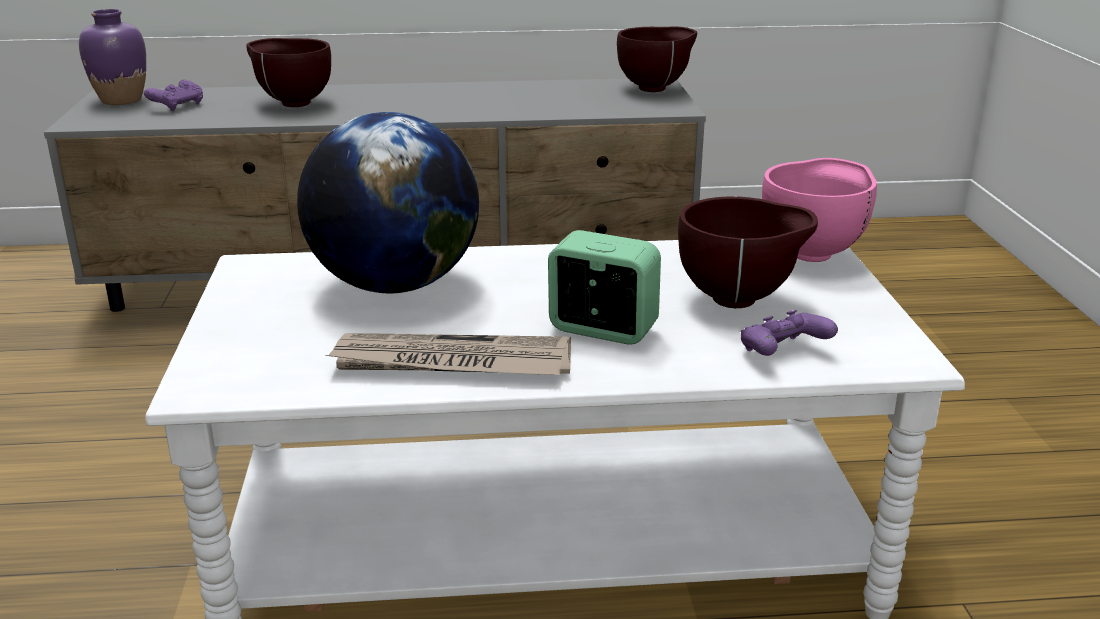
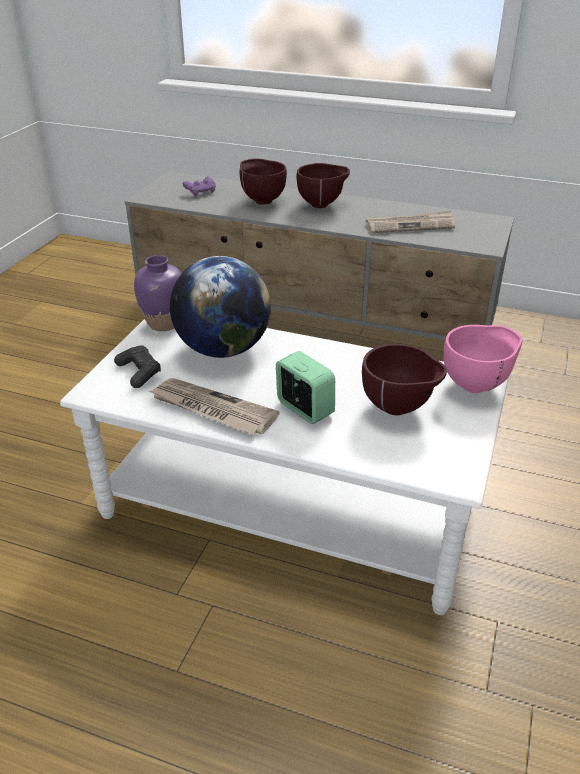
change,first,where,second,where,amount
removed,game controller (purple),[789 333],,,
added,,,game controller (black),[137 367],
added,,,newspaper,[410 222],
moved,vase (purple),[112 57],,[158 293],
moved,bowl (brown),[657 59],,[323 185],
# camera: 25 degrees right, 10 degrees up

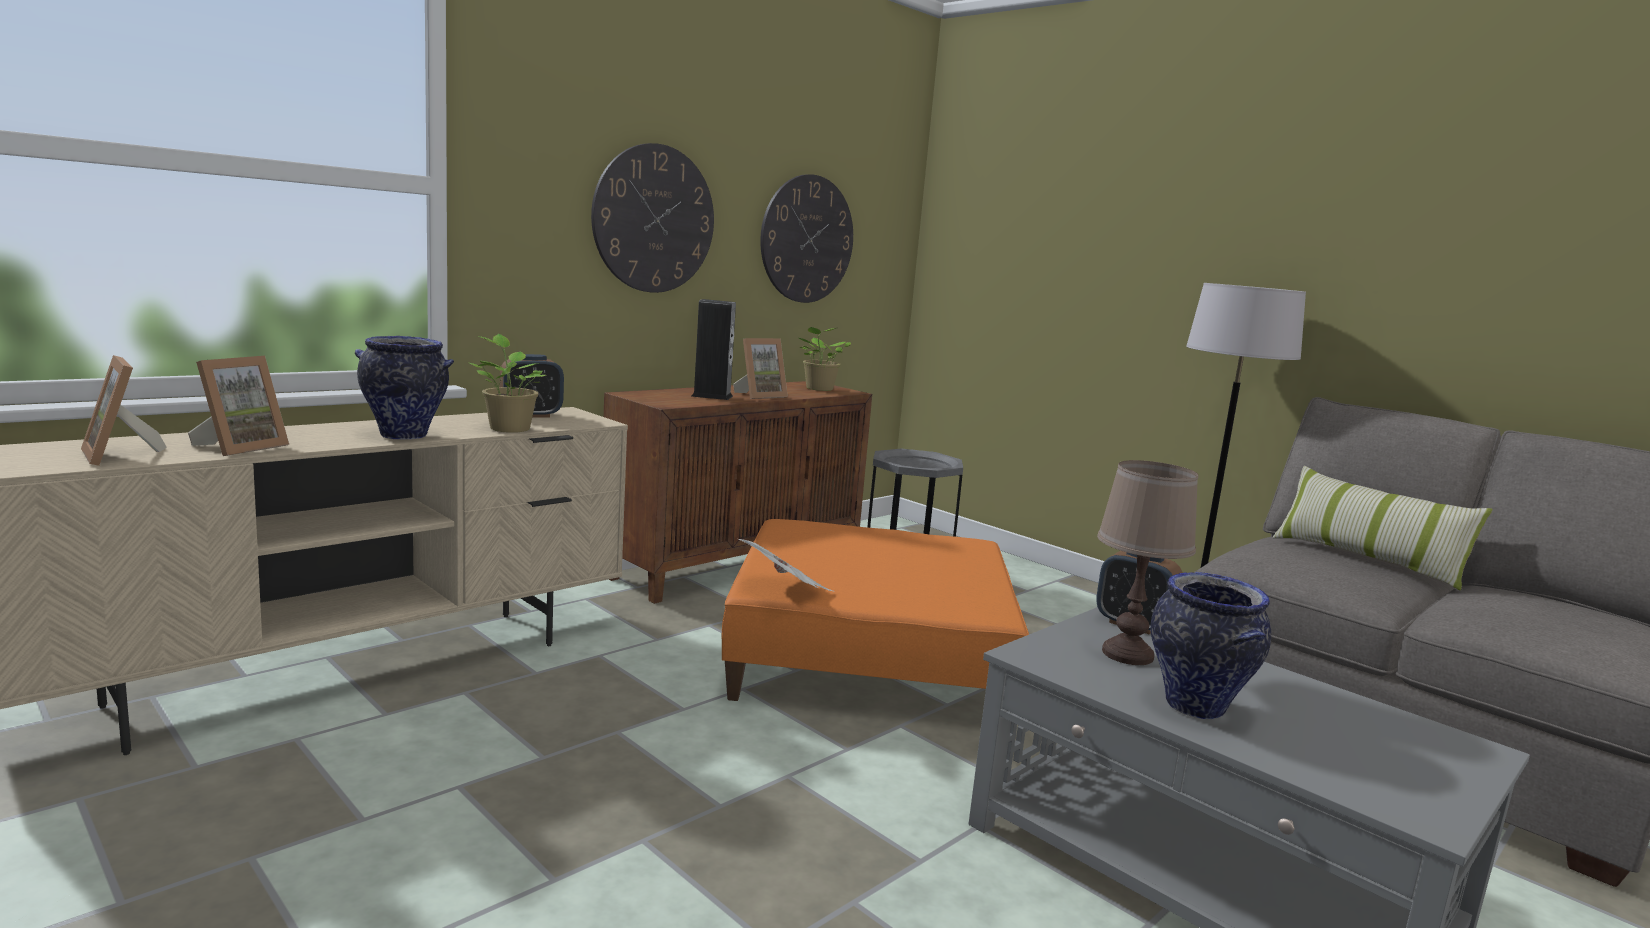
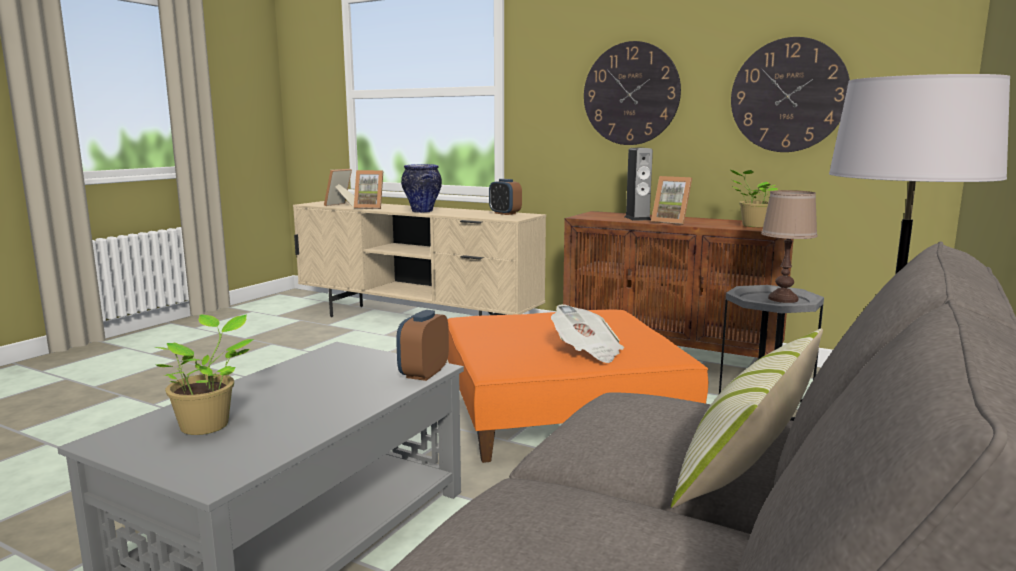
change,first,where,second,where,amount
removed,vase,[1210 645],,,
moved,potted plant,[507 383],,[204 374],
moved,newspaper,[786 565],,[587 333],
moved,table lamp (brown),[1147 562],,[789 246],
# camera: 75 degrees right, 0 degrees up

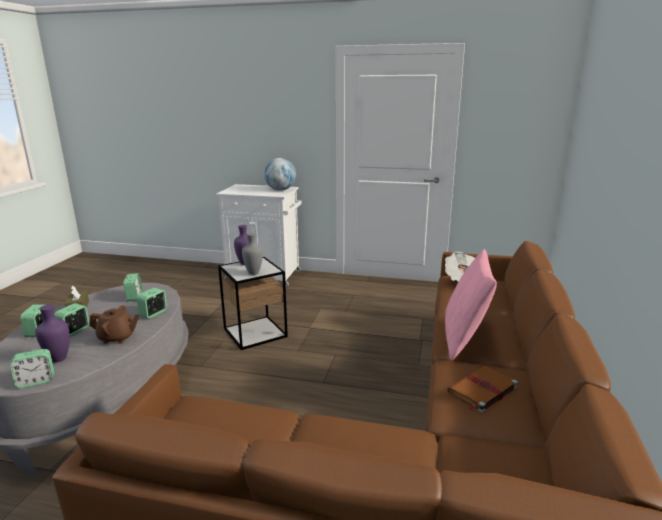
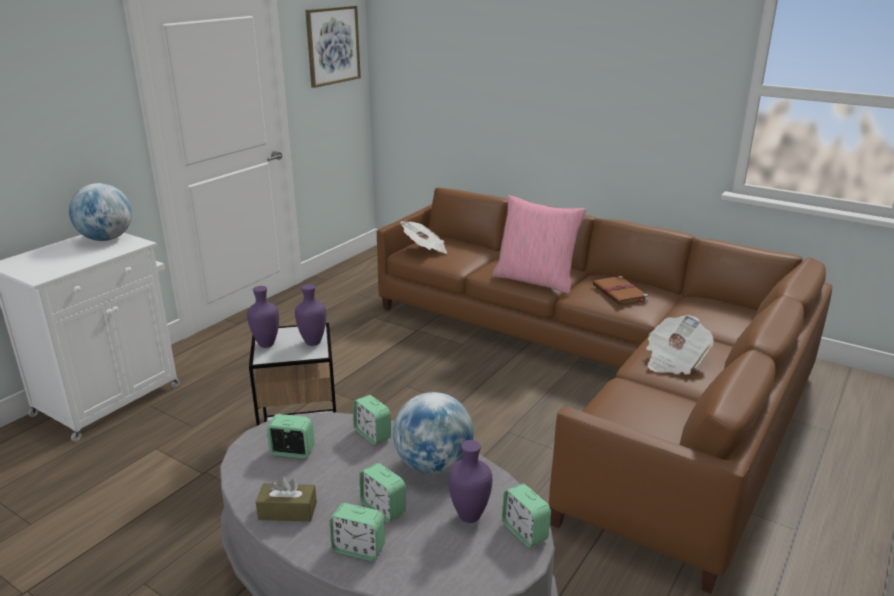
change,first,where,second,where,amount
added,,,picture,[333 46],
added,,,newspaper,[680 344],
replaced,teapot (brown),[114 324],globe,[433 433],
recoloured,vase (grey),[252 254],vase (purple),[310 315],
turned,alarm clock,[31 368],,[526 515],150 degrees clockwise
# camera: 70 degrees left, 5 degrees up

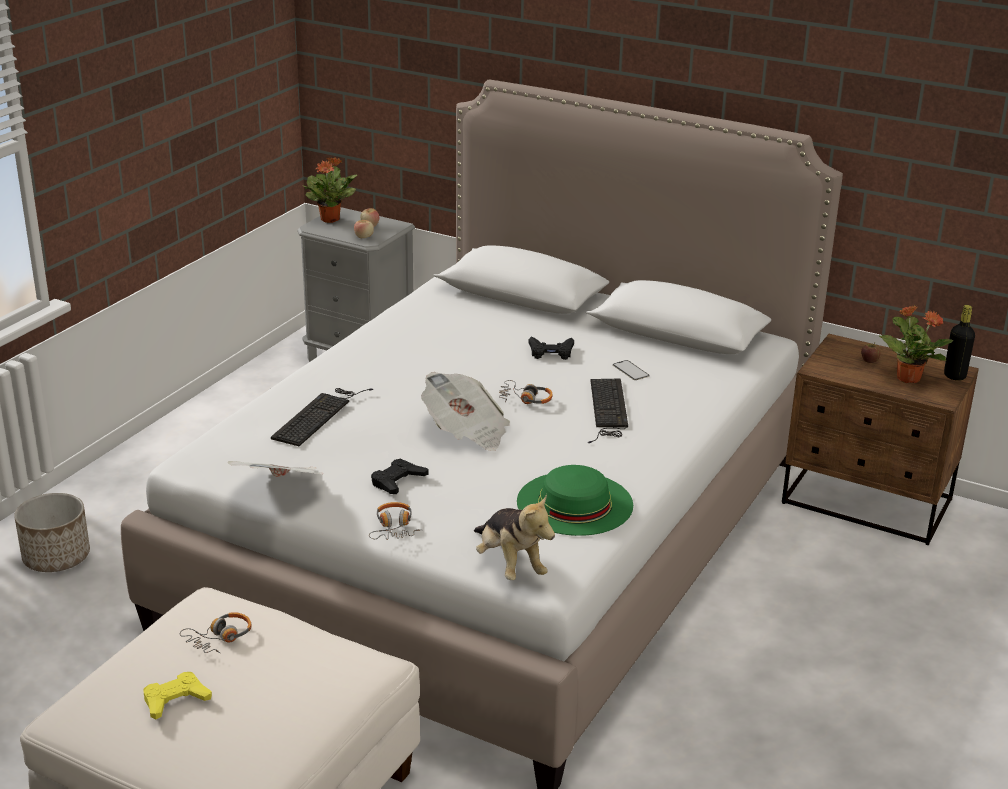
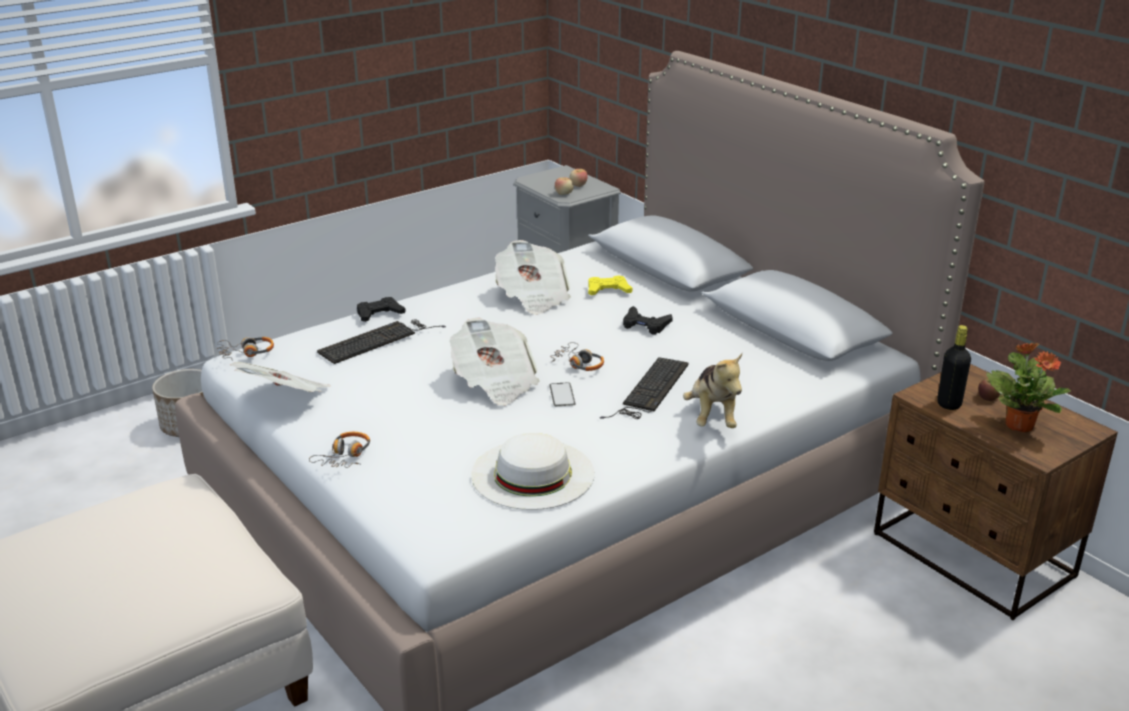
change,first,where,second,where,amount
removed,potted plant,[330 190],,,
added,,,newspaper,[533 277],
moved,game controller (yellow),[178 695],,[610 285],
moved,headphones,[216 632],,[245 349],
moved,game controller (black),[400 476],,[381 309],
moved,plush toy,[514 537],,[712 390],
moved,phone,[631 370],,[562 394],
moved,bottle (black),[959 343],,[954 367],
recoloured,hat (green),[575 500],hat (white),[533 471],
# camera: 25 degrees right, 0 degrees up

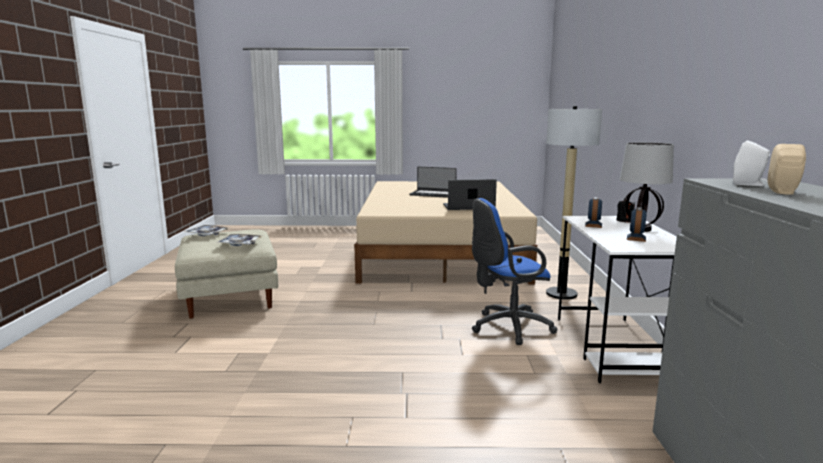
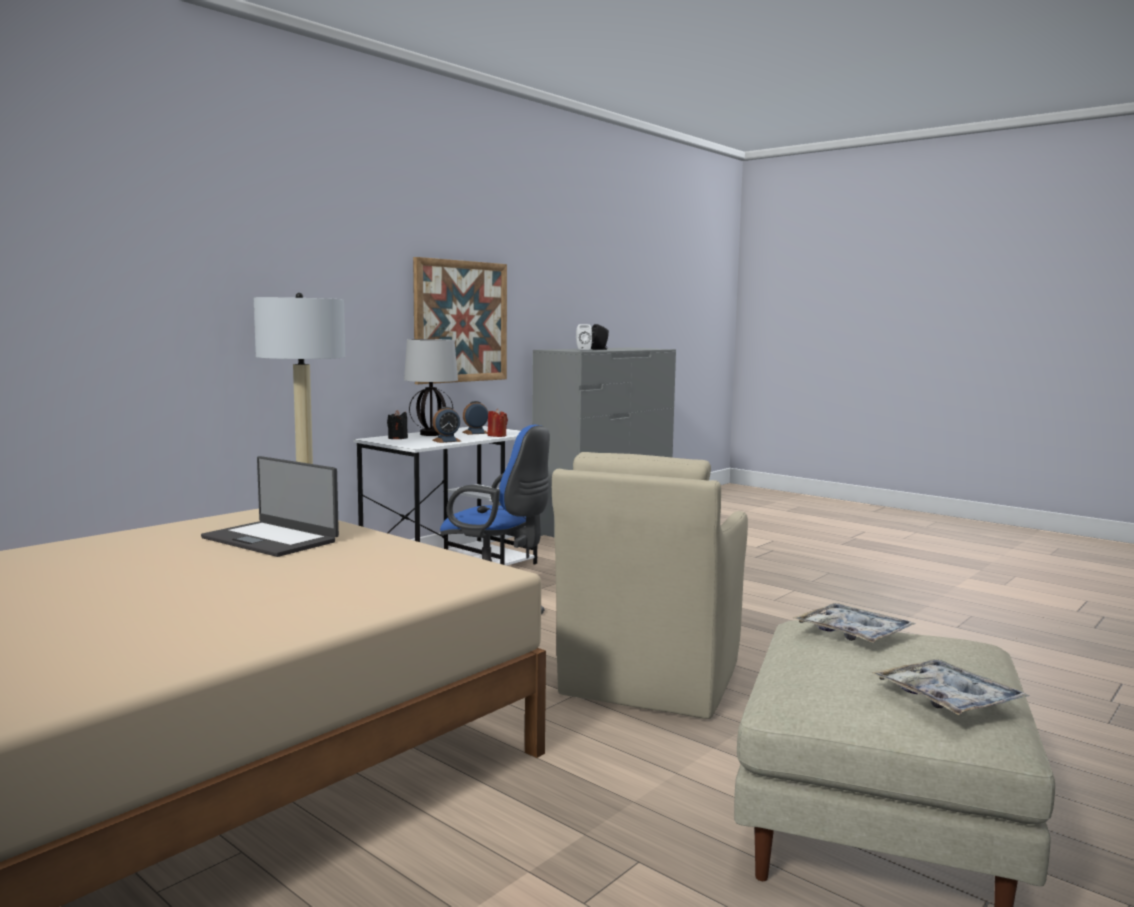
change,first,where,second,where,amount
removed,laptop,[433 182],,,
added,,,picture,[460 320],
added,,,candle (red),[497 423],
added,,,armchair (beige),[650 585],
recoloured,speaker (beige),[787 169],speaker (black),[600 337],
# camera: 140 degrees left, 5 degrees down

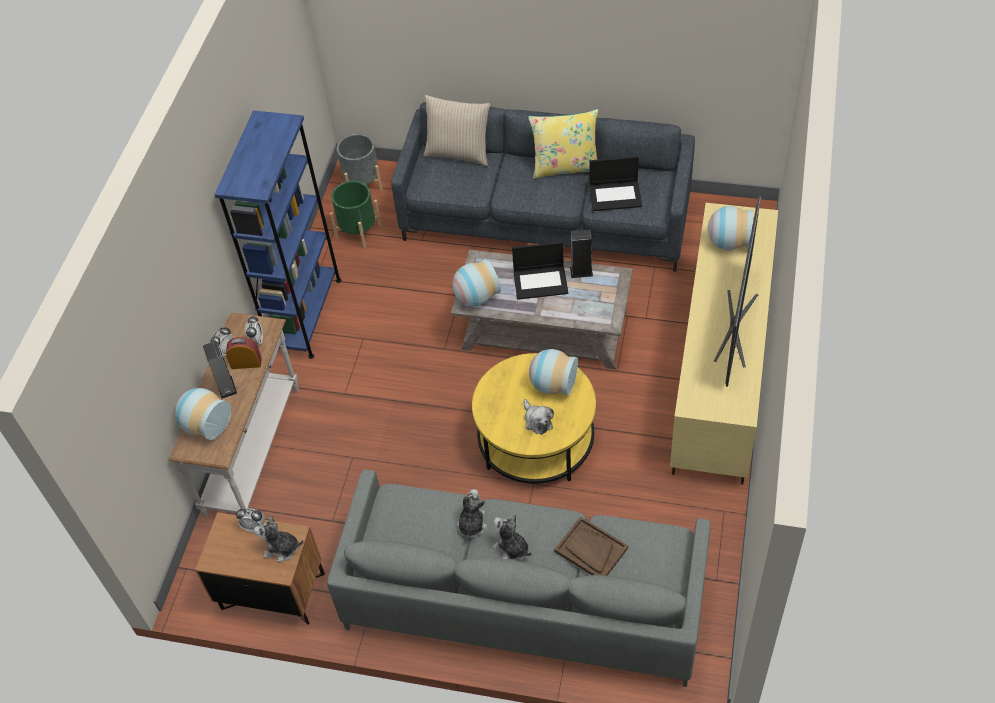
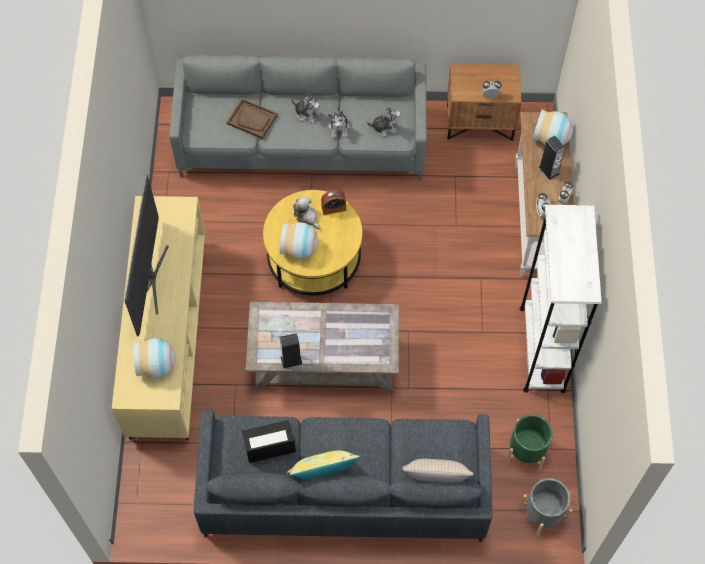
change,first,where,second,where,amount
removed,vase,[476 282],,,
removed,laptop,[540 271],,,
moved,alarm clock,[244 353],,[333 202],
moved,plush toy,[279 538],,[384 121],
recoloured,bookcase (blue),[278 235],bookcase (white),[561 299],
# camera: 165 degrees right, 10 degrees up

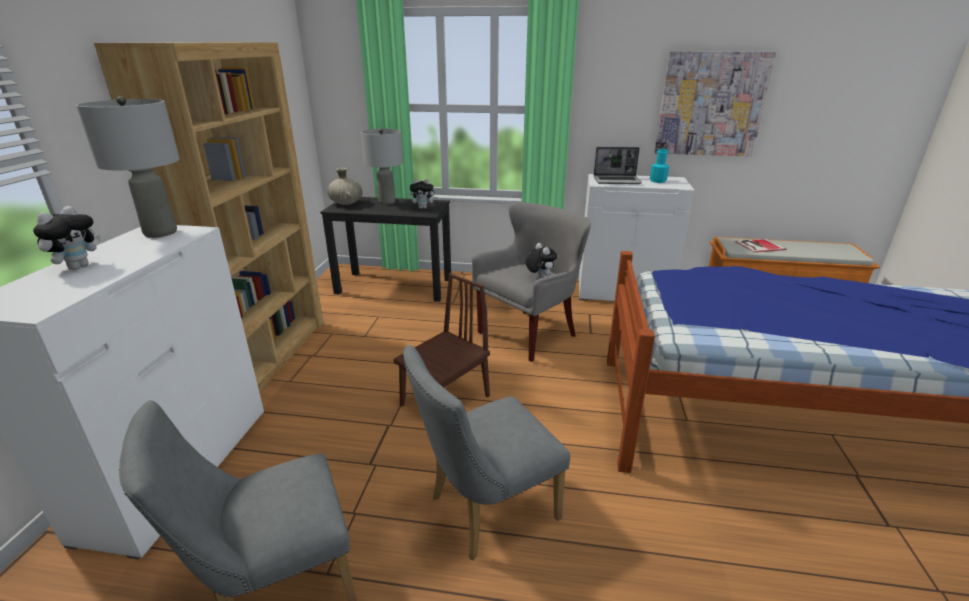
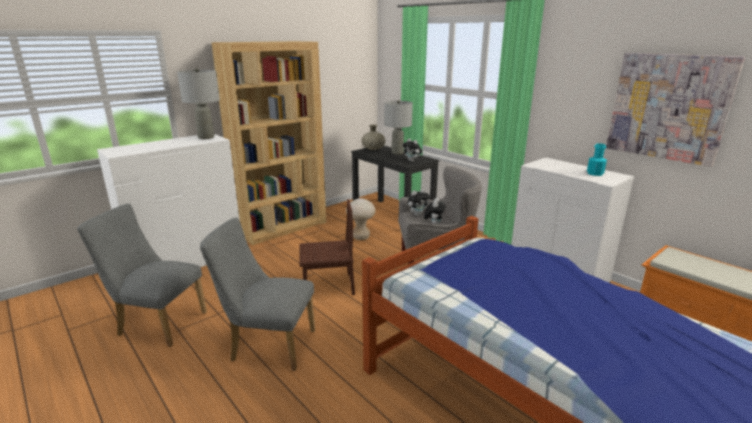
change,first,where,second,where,amount
removed,laptop,[618 165],,,
removed,book,[760 246],,,
added,,,stool (beige),[360 219],
moved,plush toy,[66 238],,[419 202],
# camera: 40 degrees right, 5 degrees down

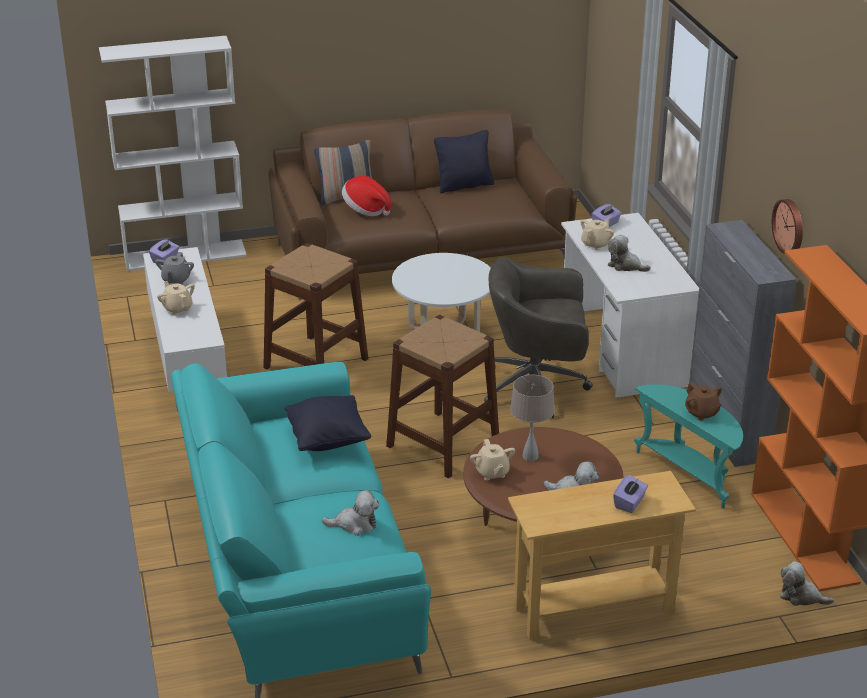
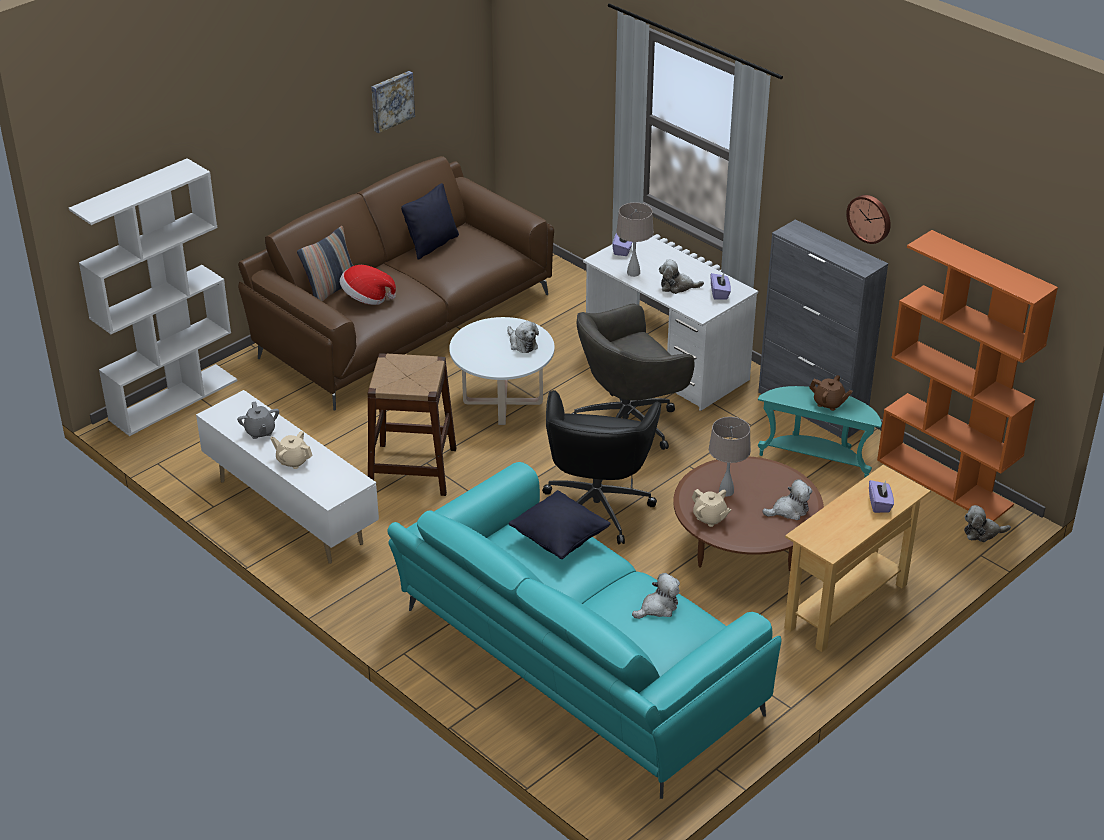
change,first,where,second,where,amount
added,,,picture,[393 102],
added,,,plush toy,[523 337],
moved,tissue box (purple),[164 252],,[721 286],
replaced,stool (brown),[442 396],office chair (black),[601 467],
replaced,teapot (beige),[597 233],table lamp (beige),[635 240],
# camera: 30 degrees left, 5 degrees up

